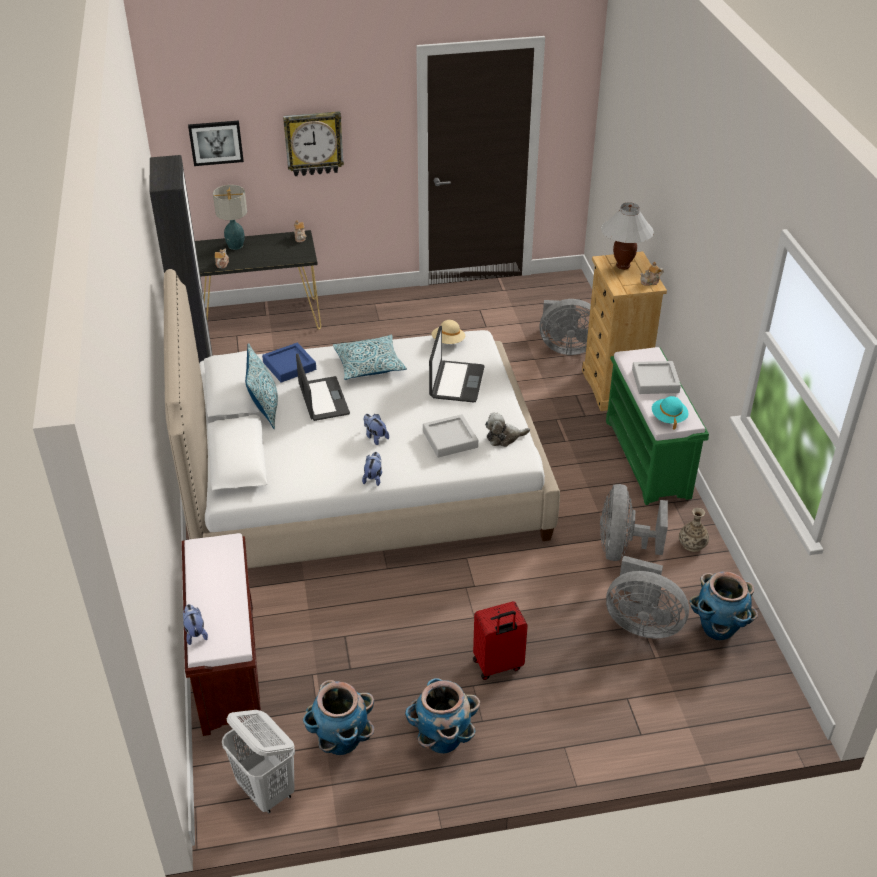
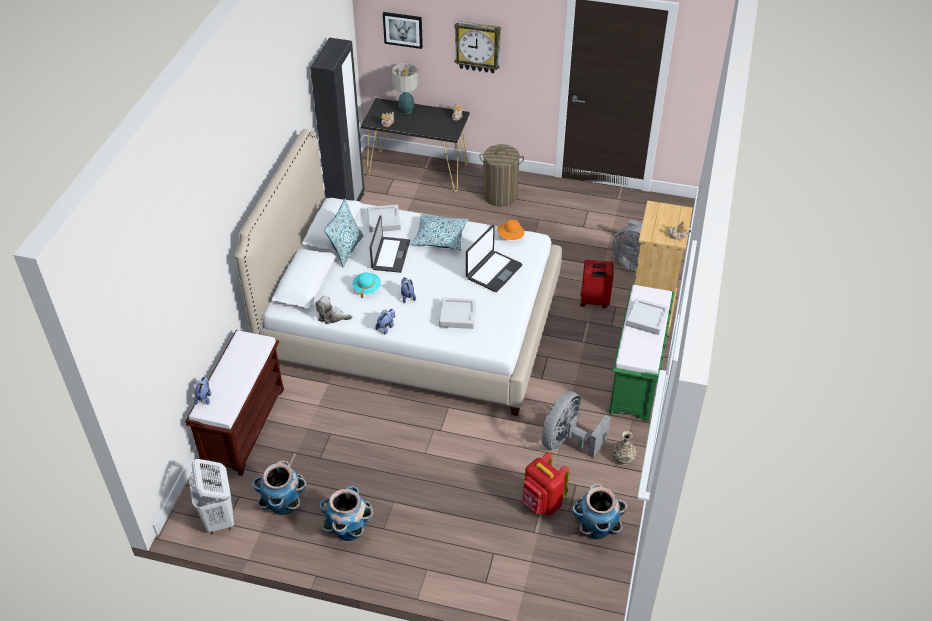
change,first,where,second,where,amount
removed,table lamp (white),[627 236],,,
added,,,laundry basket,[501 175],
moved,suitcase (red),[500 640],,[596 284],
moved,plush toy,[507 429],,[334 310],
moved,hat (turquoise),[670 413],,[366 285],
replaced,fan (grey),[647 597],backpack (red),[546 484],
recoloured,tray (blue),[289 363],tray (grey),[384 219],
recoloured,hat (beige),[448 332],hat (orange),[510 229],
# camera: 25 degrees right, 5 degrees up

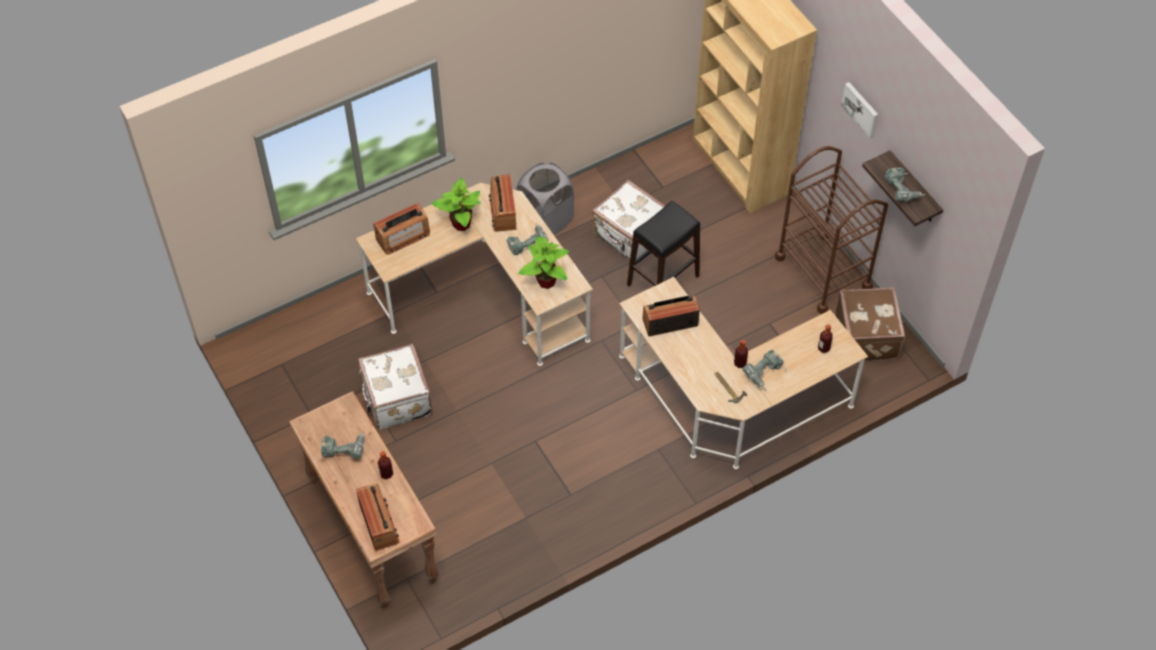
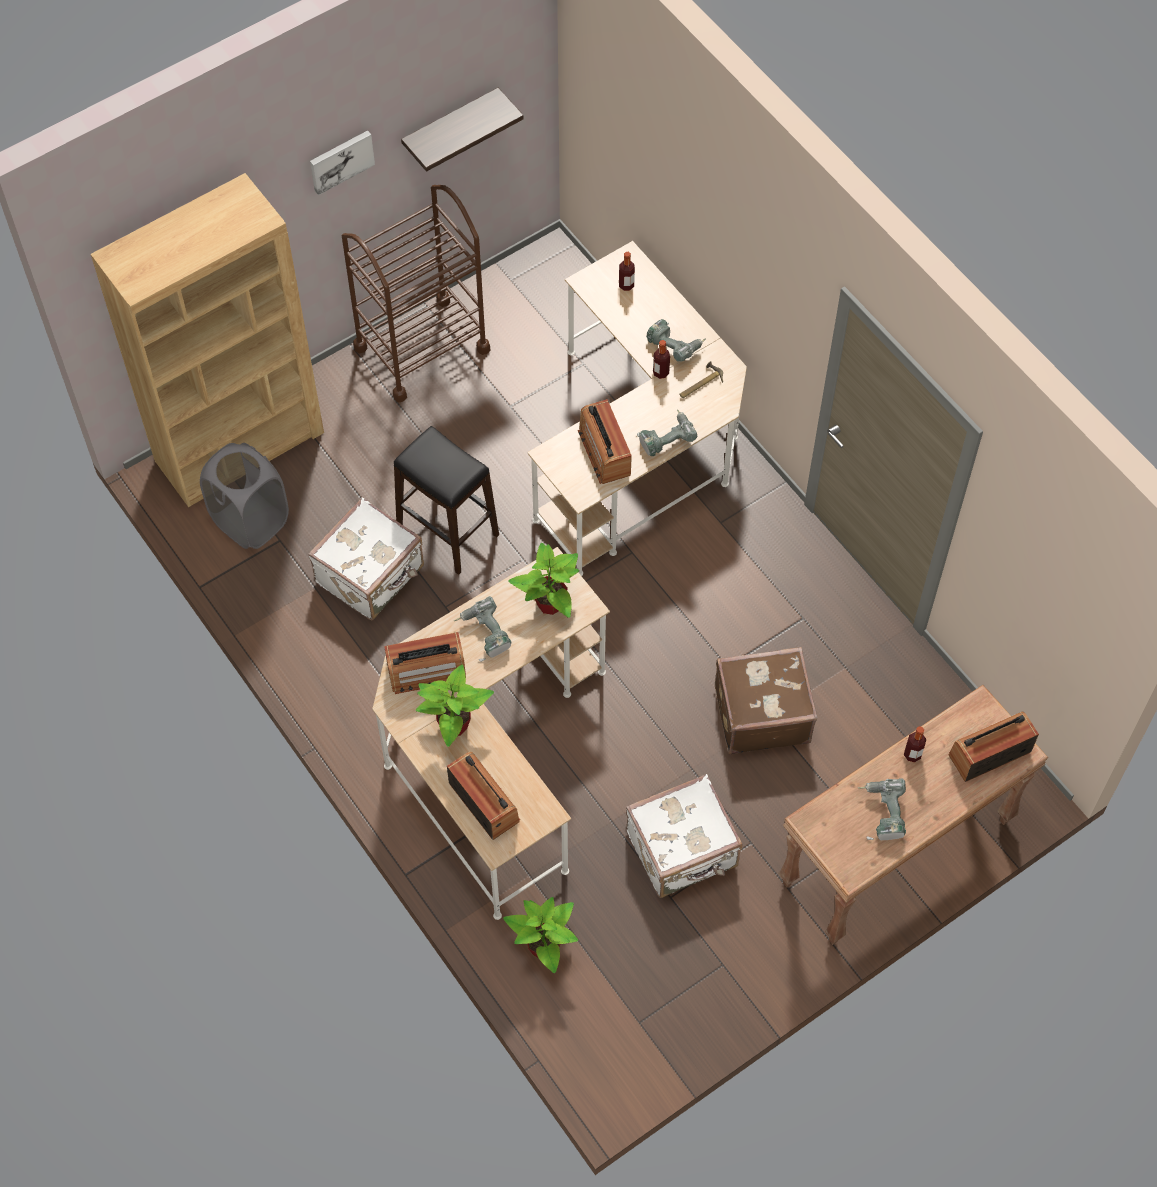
change,first,where,second,where,amount
added,,,potted plant,[540 935],
moved,laundry basket (grey),[545 199],,[244 496],
moved,suitcase (brown),[870 324],,[766 700],
moved,power drill,[905 184],,[667 432],
# camera: 95 degrees left, 5 degrees up

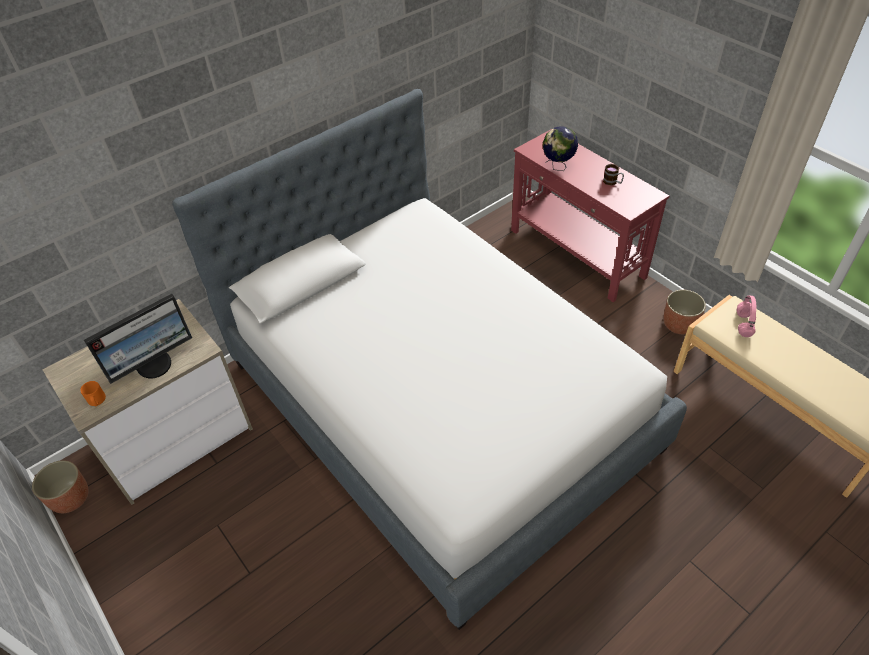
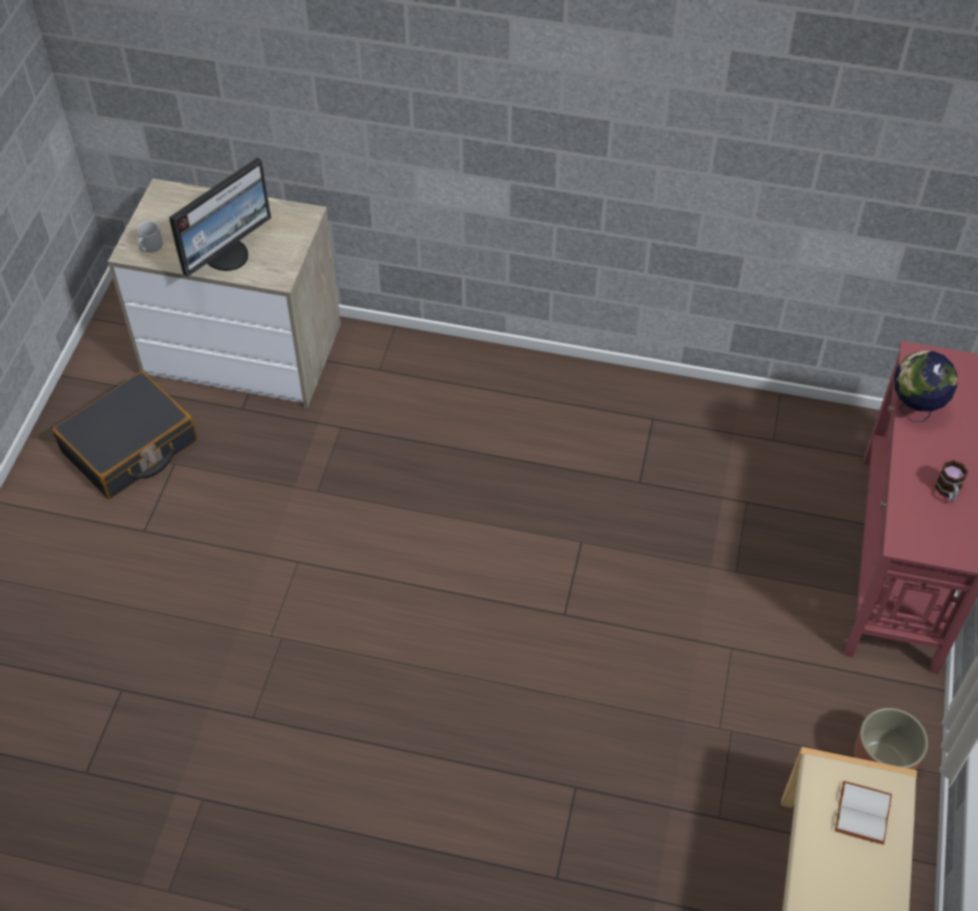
change,first,where,second,where,amount
removed,planter,[60 486],,,
removed,bed,[429 359],,,
added,,,suitcase (black),[125 435],
replaced,headphones (pink),[746 316],book (white),[863 813],
recoloured,mug (orange),[93 393],mug (grey),[150 236],
turned,monitor,[138 339],,[220 217],60 degrees counterclockwise
# camera: 50 degrees right, 5 degrees up

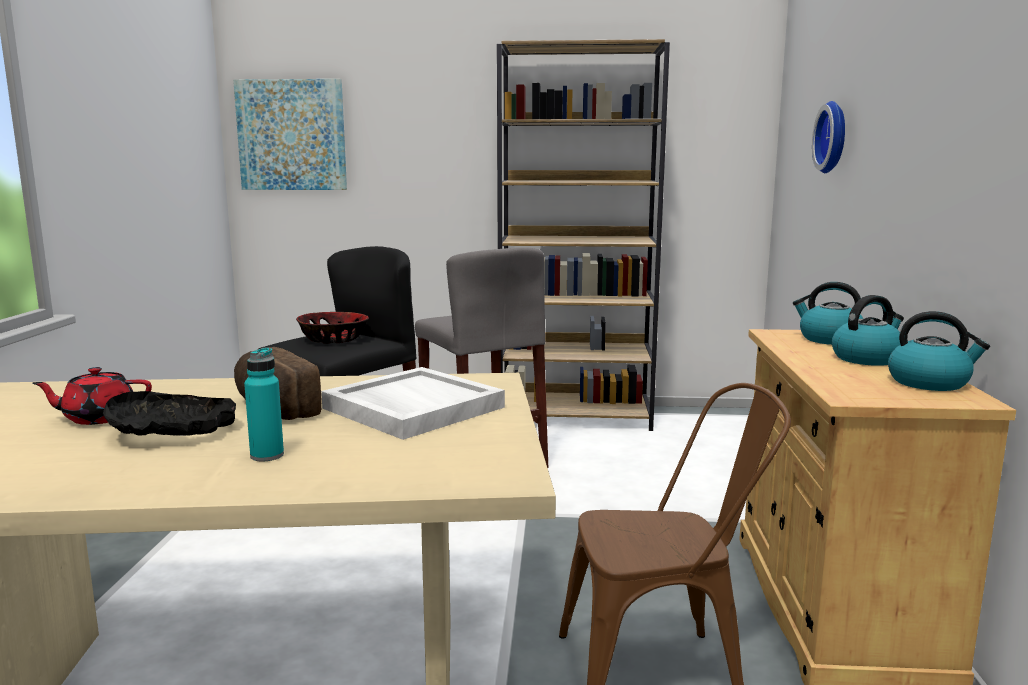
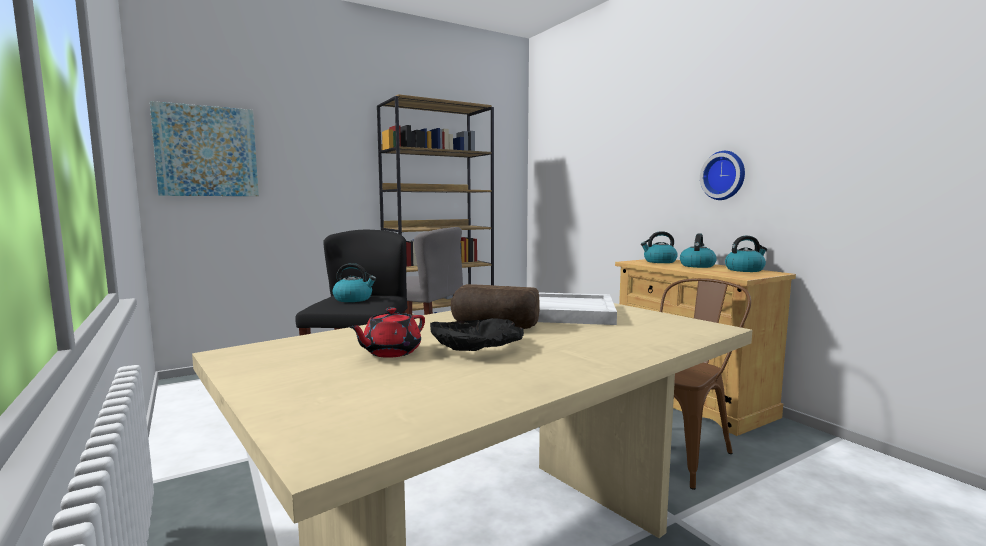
change,first,where,second,where,amount
removed,bottle (turquoise),[264 404],,,
moved,wall clock,[828 137],,[722 175],
replaced,bowl,[332 328],kettle,[354 282],
# camera: 35 degrees left, 5 degrees down

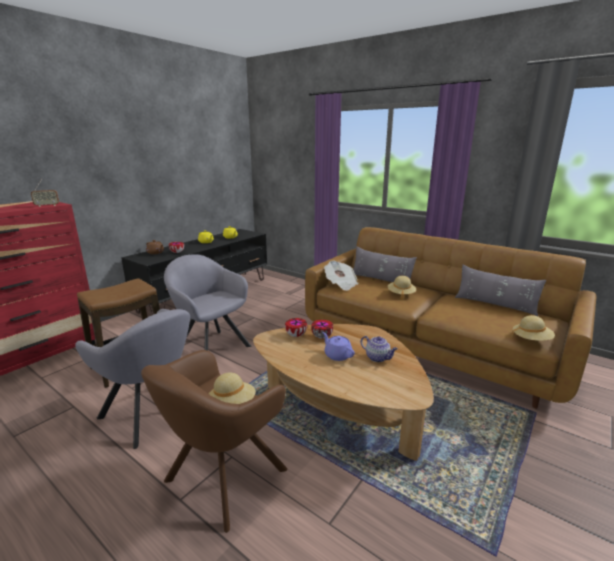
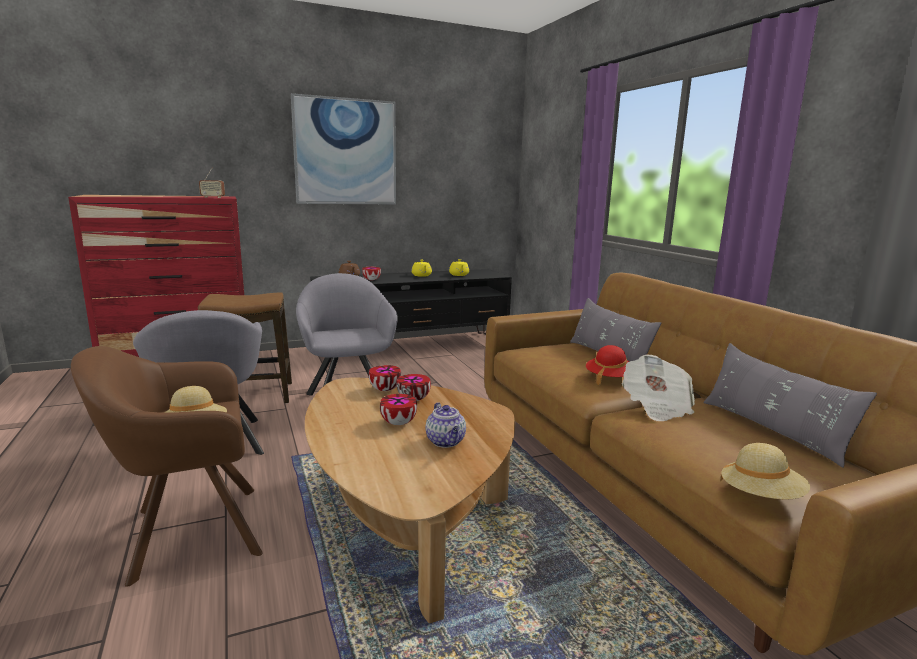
change,first,where,second,where,amount
added,,,picture,[343 148],
moved,newspaper,[341 276],,[658 388],
replaced,teapot (purple),[338 346],bowl,[398 409],
recoloured,hat (beige),[402 287],hat (red),[608 365],
# camera: 30 degrees right, 5 degrees down

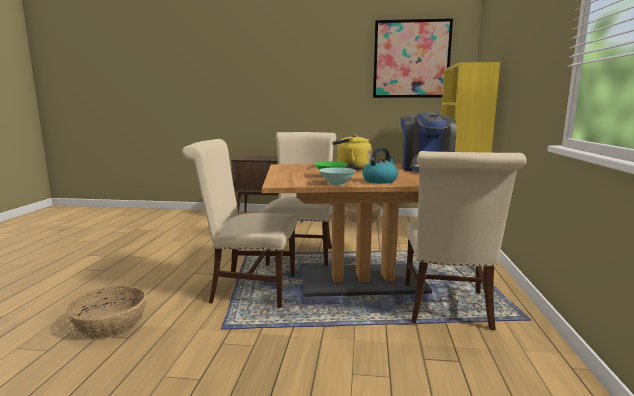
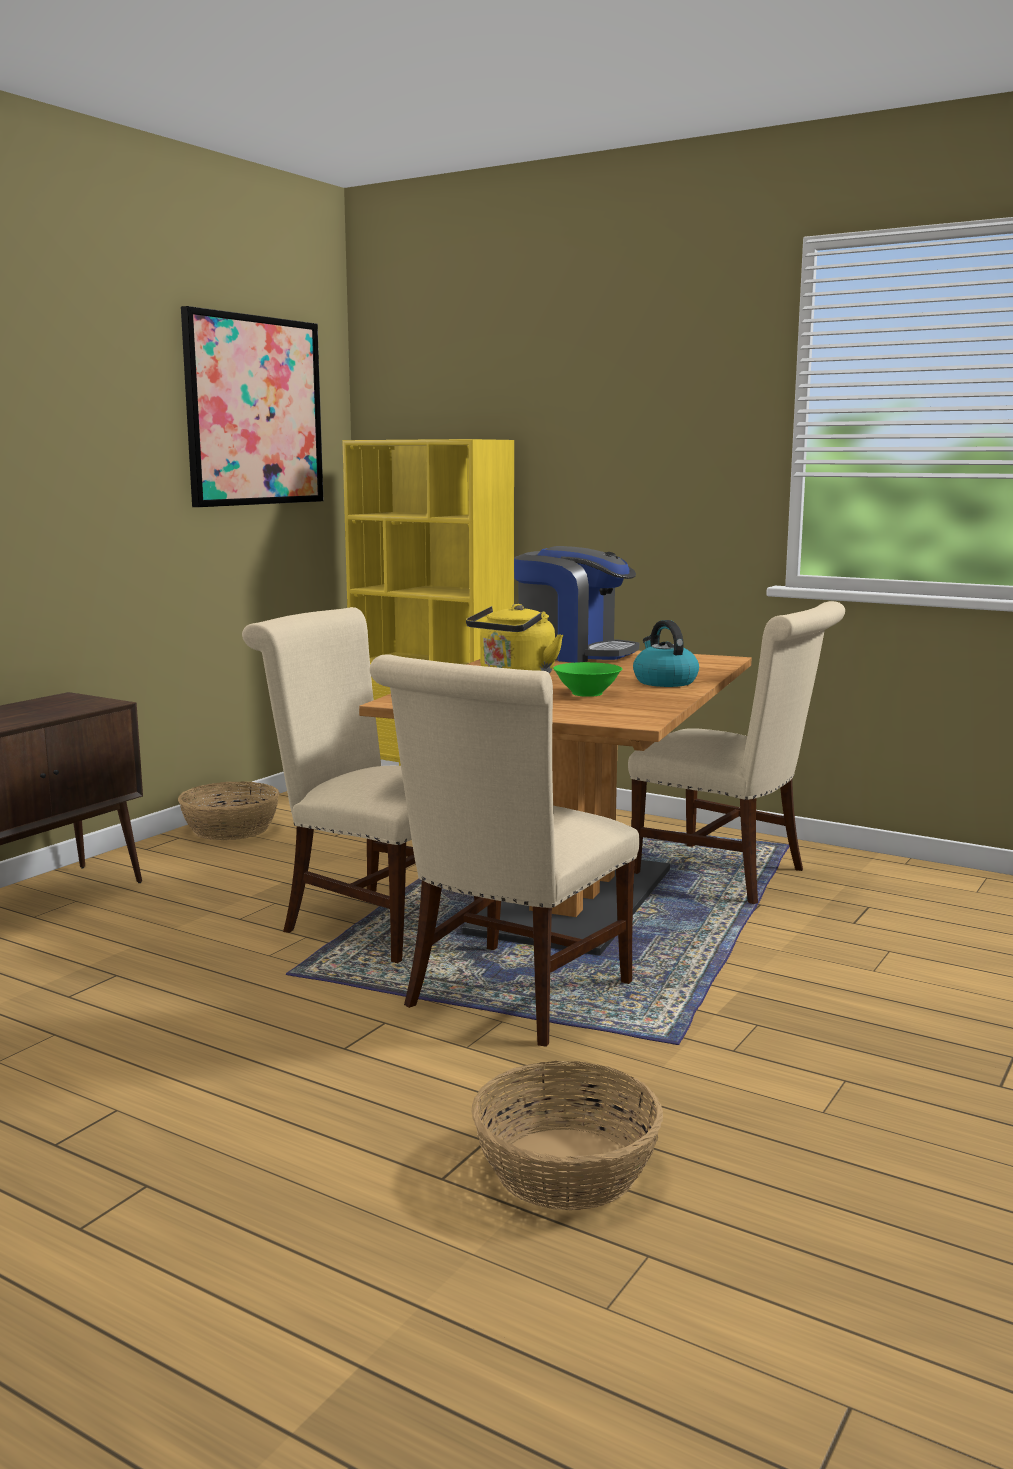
change,first,where,second,where,amount
removed,bowl (turquoise),[337 176],,,
# camera: 65 degrees left, 0 degrees up

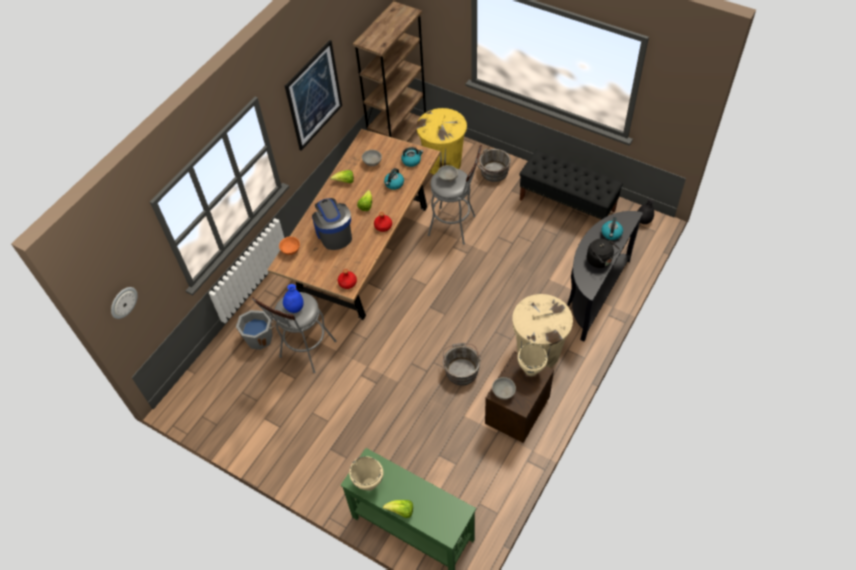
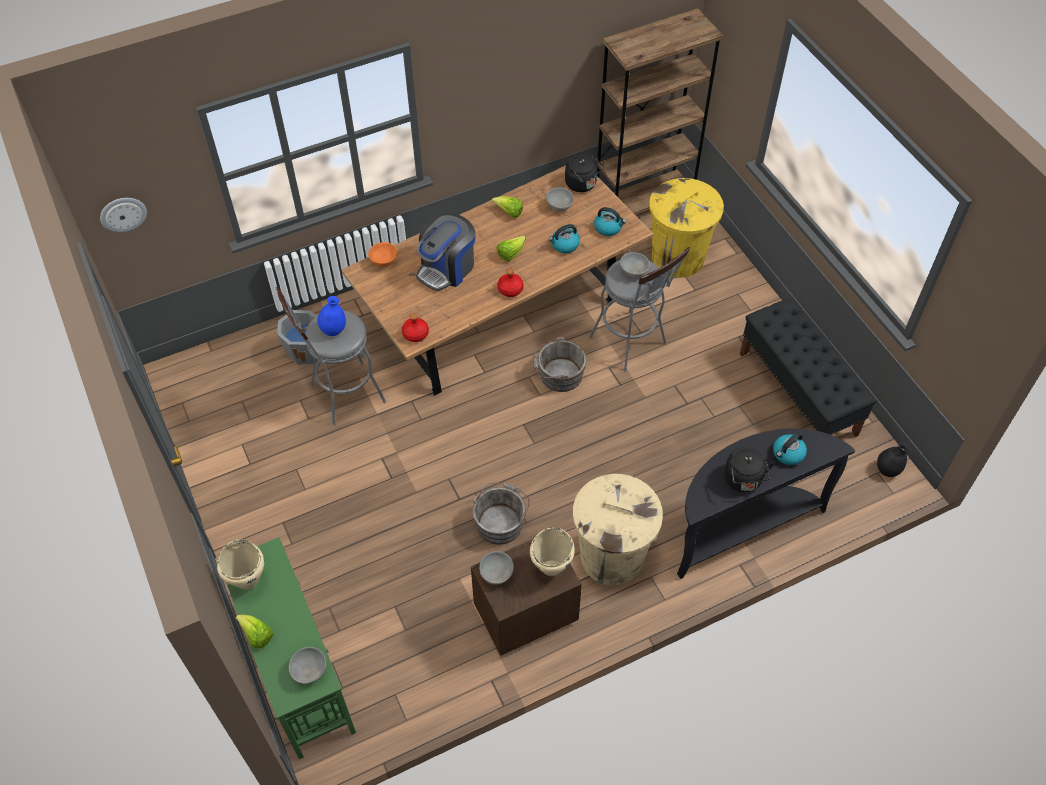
change,first,where,second,where,amount
removed,picture,[313 95],,,
added,,,bowl (grey),[307 665],
added,,,kettle (black),[584 173],
moved,bucket (grey),[494 165],,[560 364],
turned,coffee machine,[332 224],,[445 251],150 degrees counterclockwise
# camera: 30 degrees right, 0 degrees up

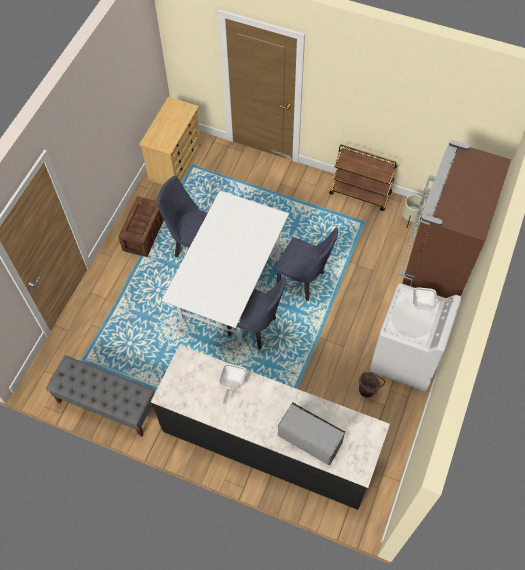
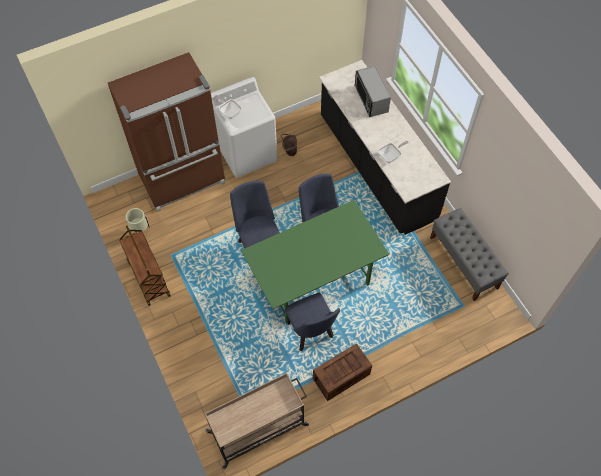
change,first,where,second,where,amount
replaced,dresser (beige),[170 141],cart (beige),[257 421],
recoloured,dining table (white),[225 266],dining table (green),[315 262],
# camera: 140 degrees left, 0 degrees up

